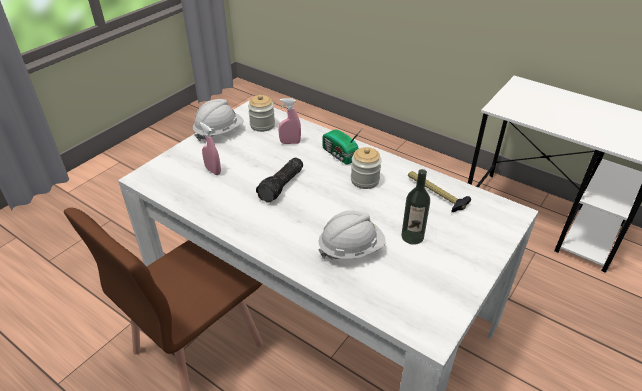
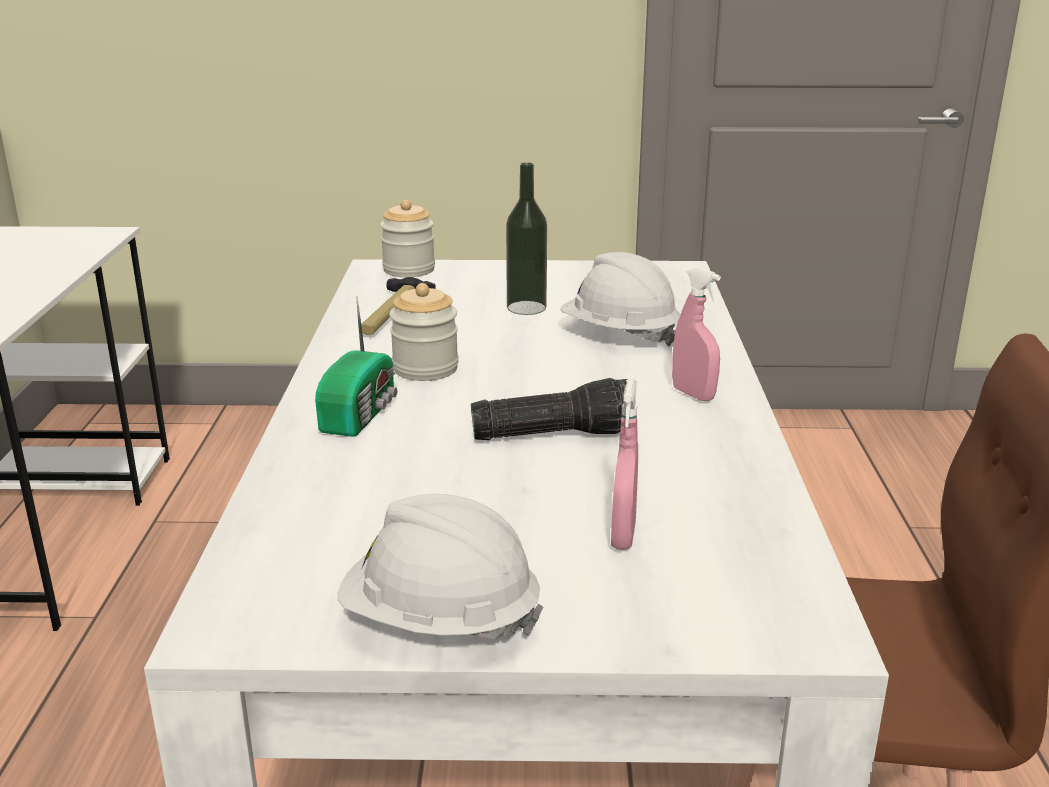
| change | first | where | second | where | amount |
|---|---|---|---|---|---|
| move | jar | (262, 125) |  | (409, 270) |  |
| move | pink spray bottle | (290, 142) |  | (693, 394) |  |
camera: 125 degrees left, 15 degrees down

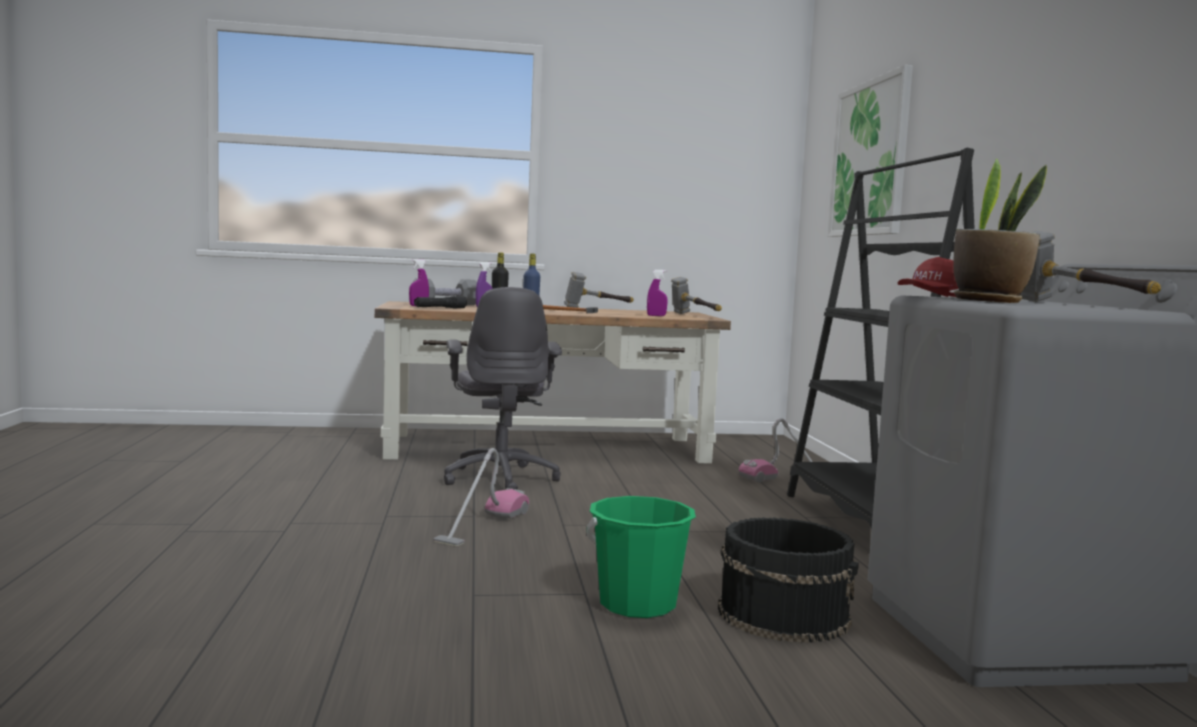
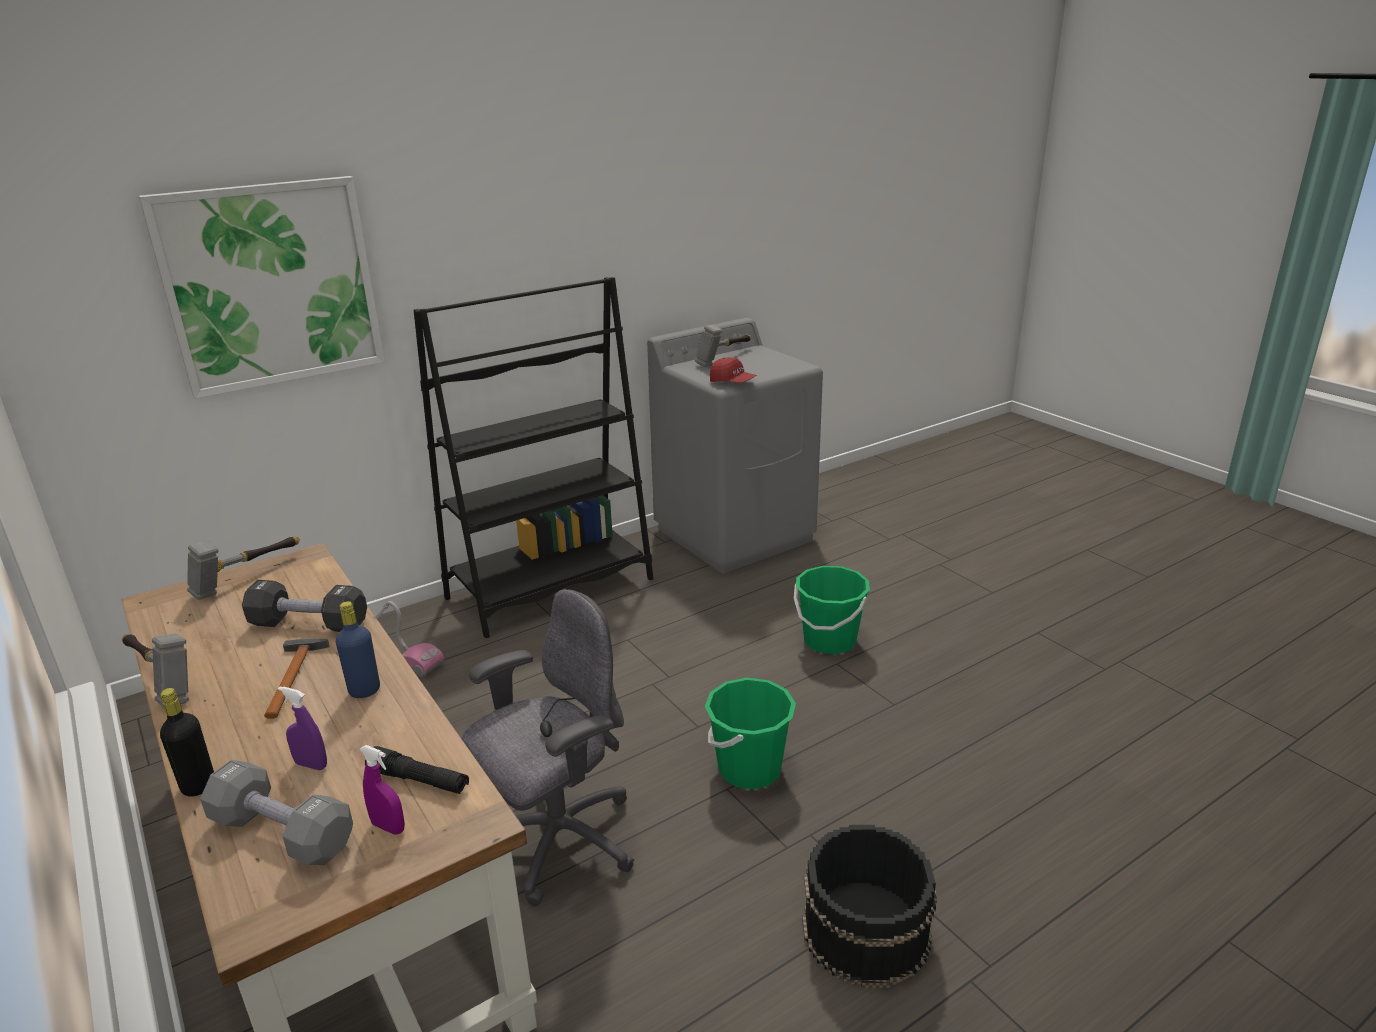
| change | first | where | second | where | amount |
|---|---|---|---|---|---|
| replace | vacuum | (483, 525) | greenish water bucket | (749, 768) |  |
| delete | purplish spray bottle | (656, 316) |  |  |  |
| move | black-coloured water bucket | (784, 614) |  | (864, 930) |  |
| delete | houseplant | (989, 301) |  |  |  |
| insert |  |  | black-coloured dumbbell | (309, 624) |  |
camera: 115 degrees left, 20 degrees up

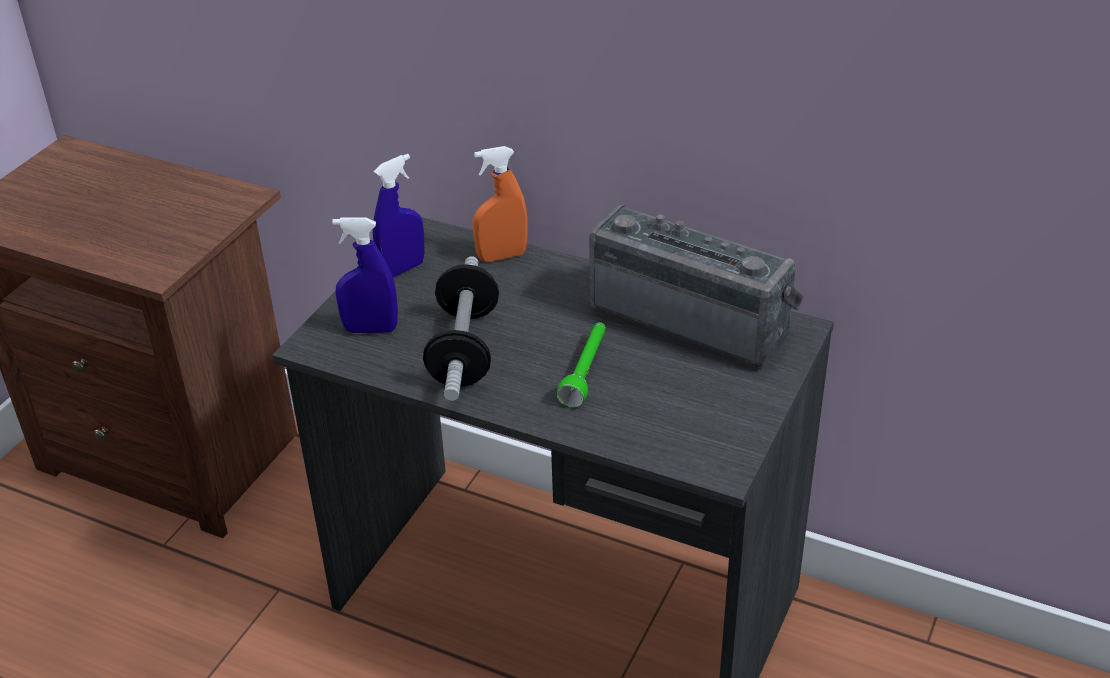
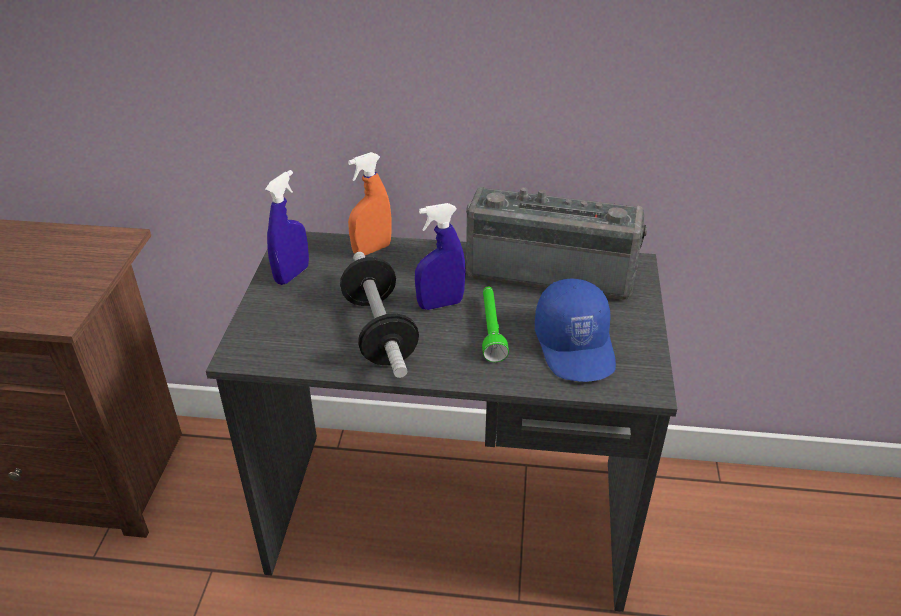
| change | first | where | second | where | amount |
|---|---|---|---|---|---|
| move | bluish spray bottle | (370, 329) |  | (440, 304) |  |
| insert |  |  | bluish baseball cap | (576, 346) |  |
camera: 20 degrees left, 0 degrees up

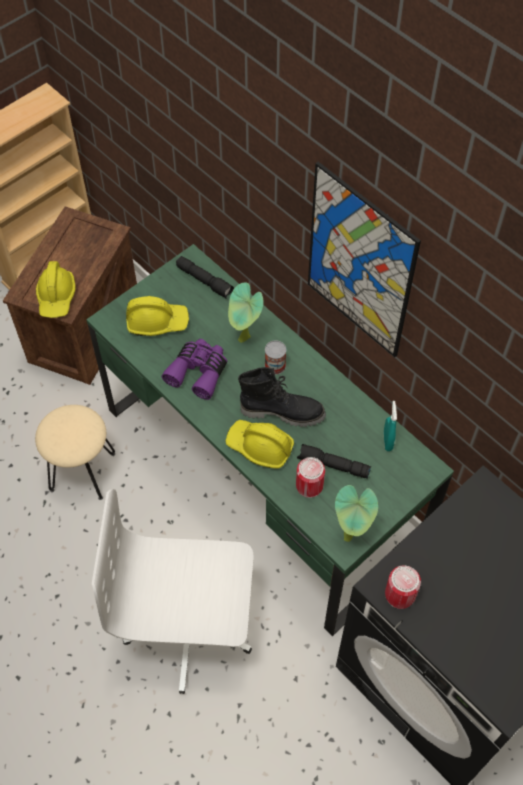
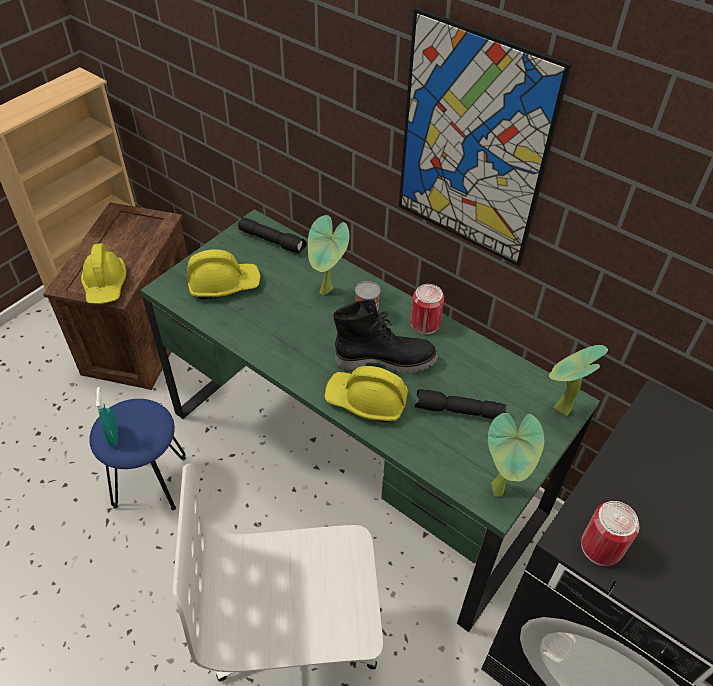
| change | first | where | second | where | amount |
|---|---|---|---|---|---|
| recolor | sand-coloured stool seat | (83, 472) | bluish stool seat | (151, 481) |  |
| delete | purplish binoculars | (198, 372) |  |  |  |
| move | metal can | (309, 485) |  | (425, 323) |  |
| move | turquoise spray bottle | (387, 441) |  | (113, 436) |  |
| insert |  |  | houseplant | (558, 411) |  |
camera: 10 degrees left, 10 degrees down

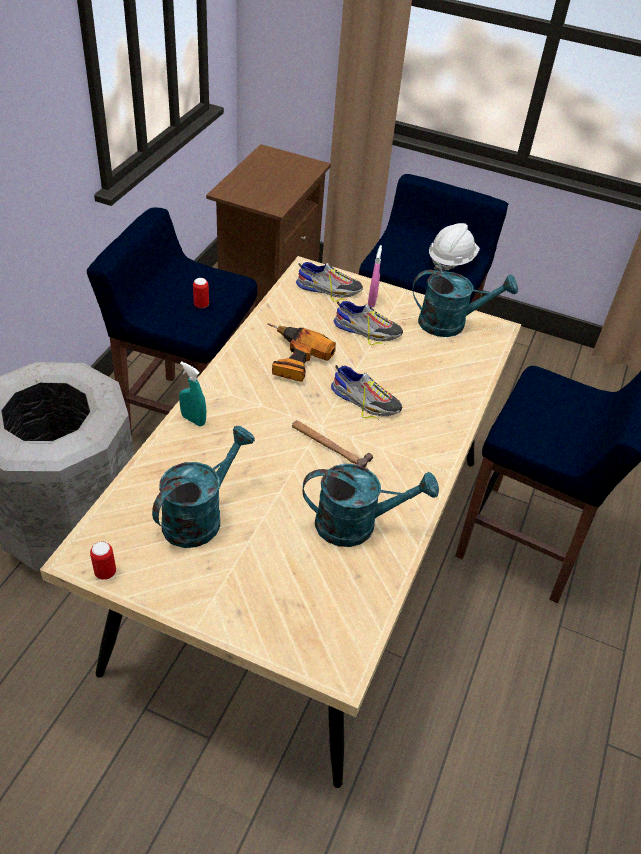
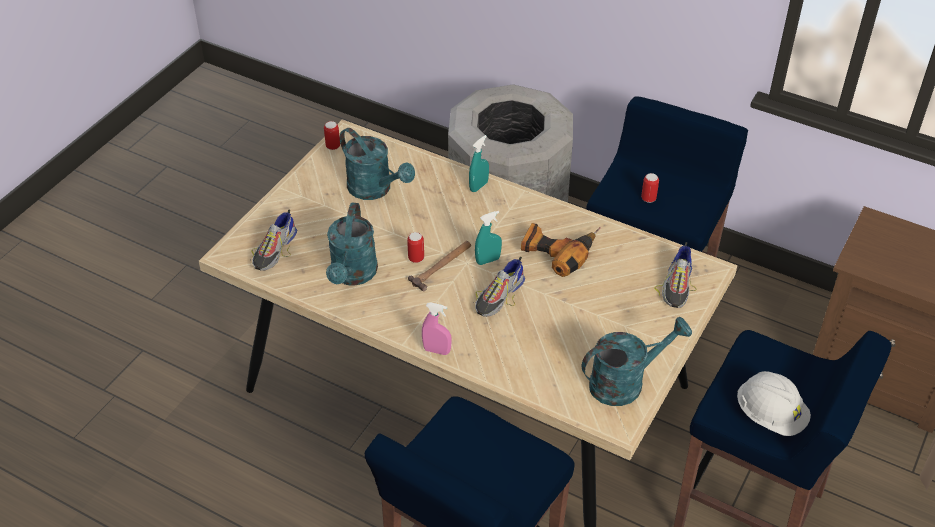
| change | first | where | second | where | amount |
|---|---|---|---|---|---|
| move | shoe | (367, 330) |  | (275, 250) |  |
| move | pink spray bottle | (372, 301) |  | (437, 350) |  |
| rotate | turquoise watering pot | (451, 323) |  | (625, 382) | 120 degrees counterclockwise |
| insert |  |  | metal can | (416, 258) |  |
| insert |  |  | turquoise spray bottle | (488, 260) |  |
camera: 100 degrees right, 0 degrees up

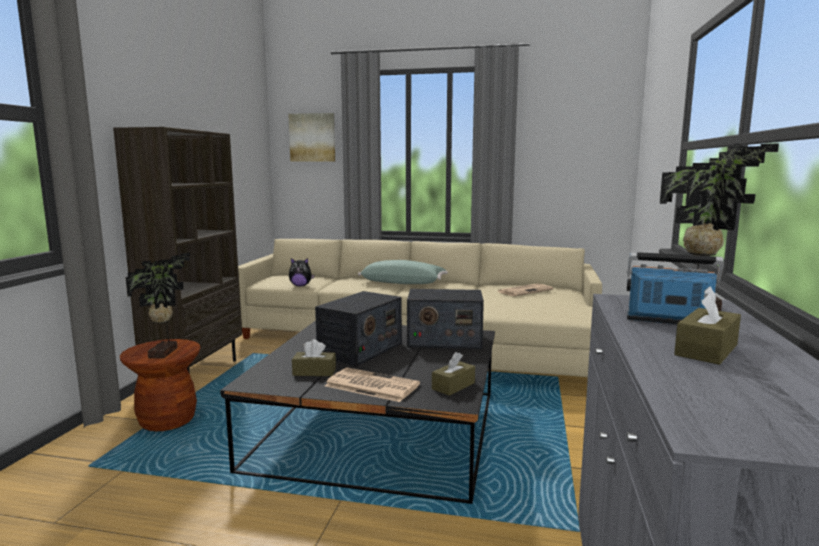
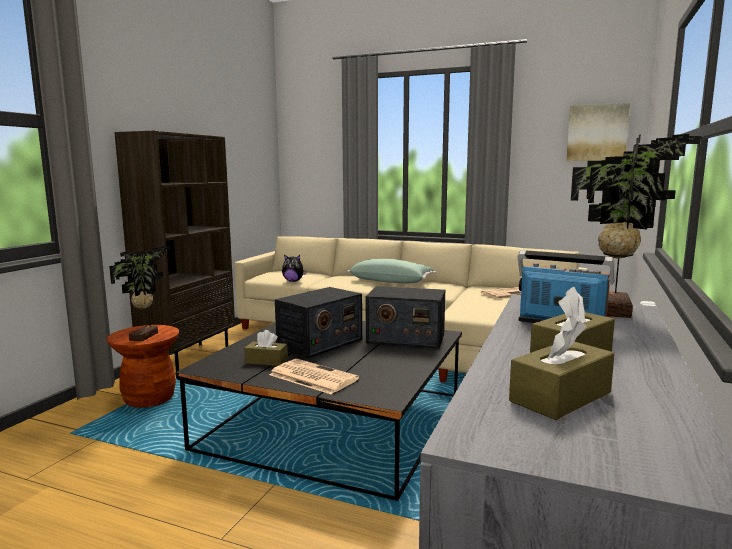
| change | first | where | second | where | amount |
|---|---|---|---|---|---|
| move | wall picture | (312, 137) |  | (597, 133) |  |
| move | brownish box of tissues | (453, 386) |  | (560, 397) |  |
camera: 10 degrees right, 0 degrees up

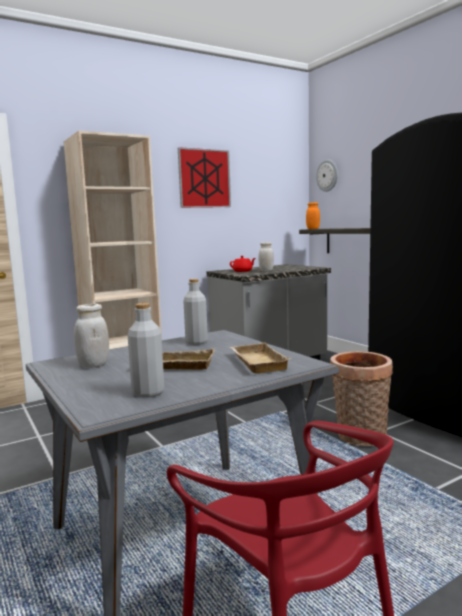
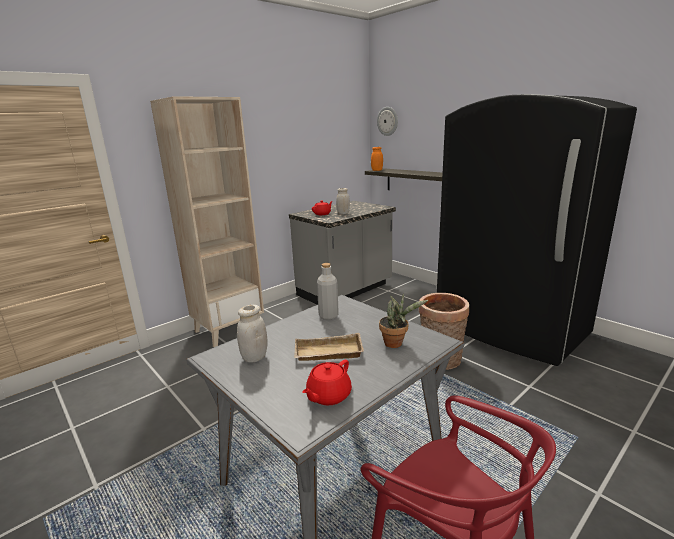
| change | first | where | second | where | amount |
|---|---|---|---|---|---|
| replace | gray bottle | (148, 393) | red teapot | (328, 396) |  |
| delete | wall picture | (204, 178) |  |  |  |
| replace | sand-coloured carrying tray | (256, 362) | houseplant | (396, 343) |  |
camera: 10 degrees left, 10 degrees up

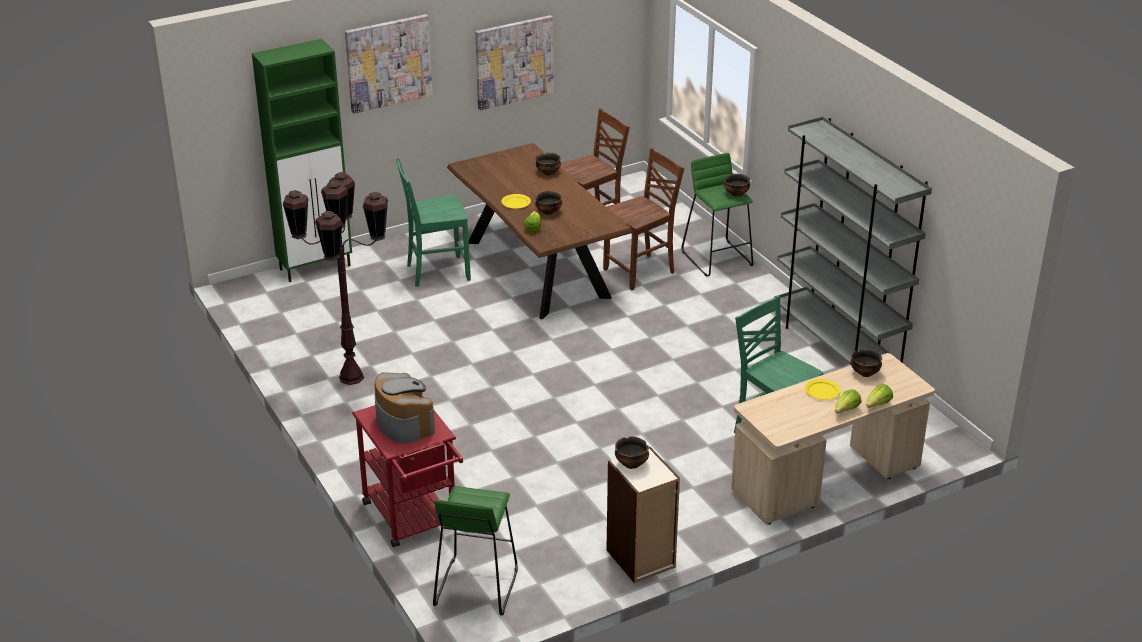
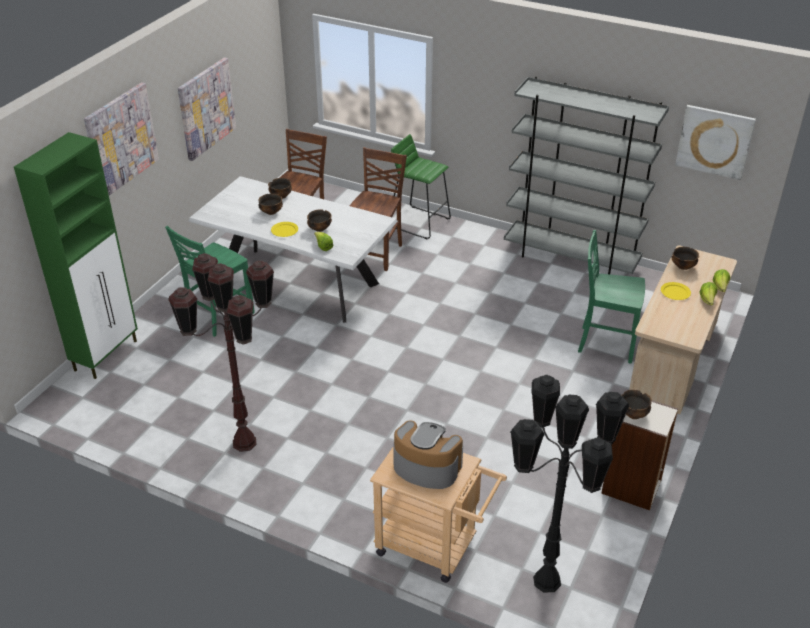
| change | first | where | second | where | amount |
|---|---|---|---|---|---|
| recolor | red cart | (414, 519) | sand-coloured cart | (434, 547) |  |
| replace | greenish stool seat | (475, 587) | black-coloured standard lamp | (546, 581) |  |
| recolor | brownish dinner table | (537, 269) | whitish dinner table | (298, 282) |  |
| move | bowl | (736, 194) |  | (271, 212) |  |
| insert |  |  | wall picture | (714, 141) |  |
camera: 35 degrees left, 5 degrees up

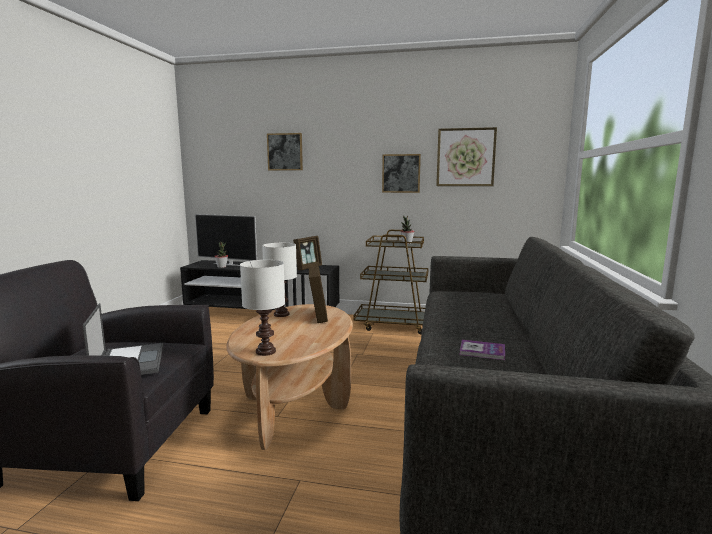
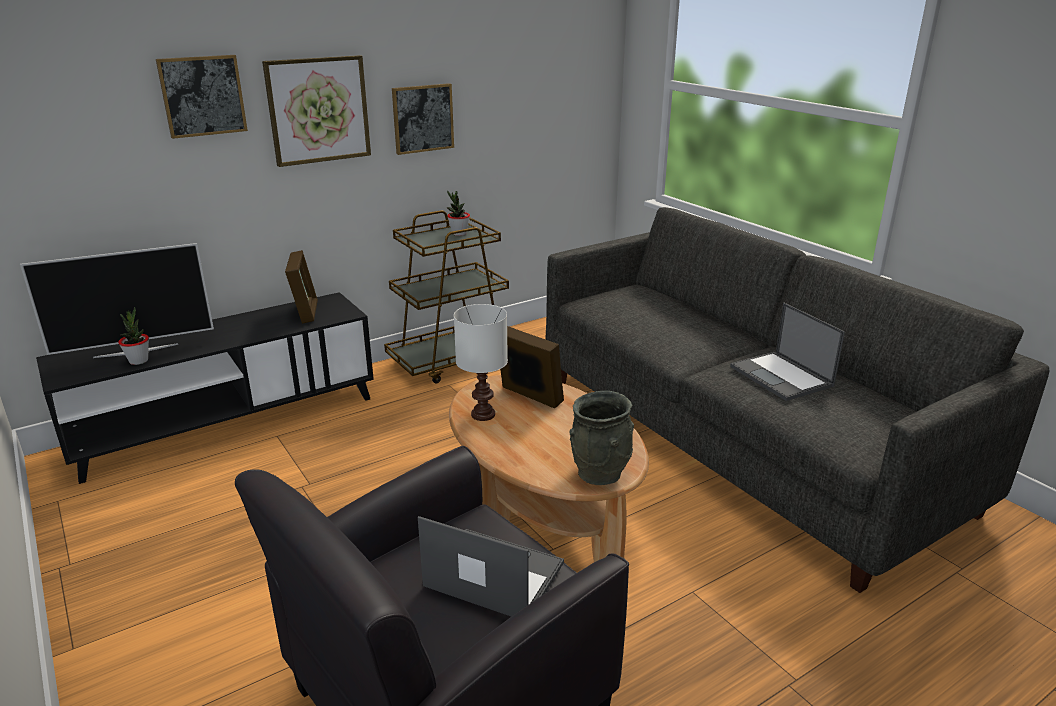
| change | first | where | second | where | amount |
|---|---|---|---|---|---|
| replace | whitish lamp for a table | (265, 351) | gray decorative vase | (600, 473) |  |
| move | wall picture | (465, 157) |  | (318, 110) |  |
| replace | volume | (482, 351) | notebook computer | (782, 376) |  |
camera: 45 degrees left, 15 degrees up

